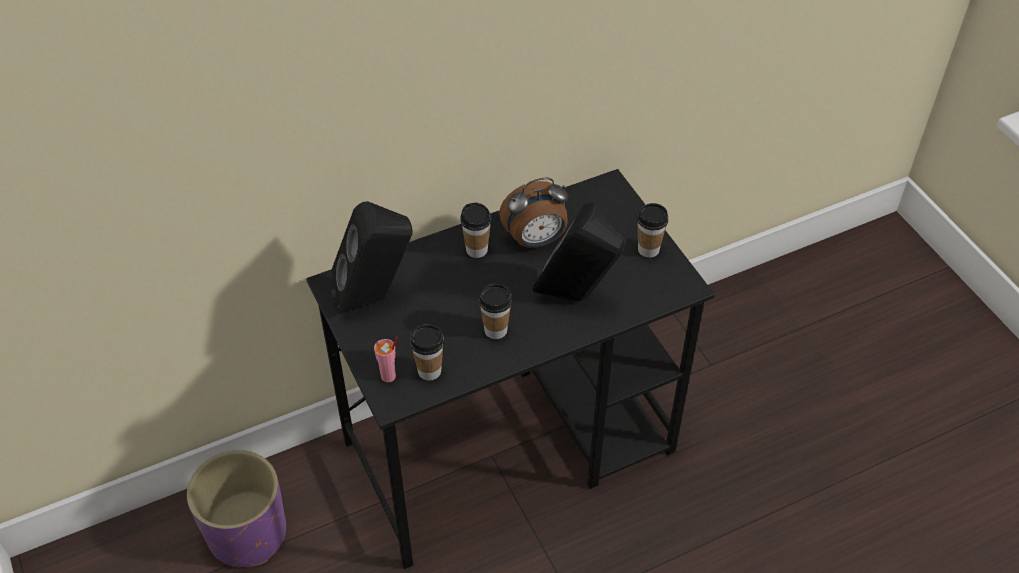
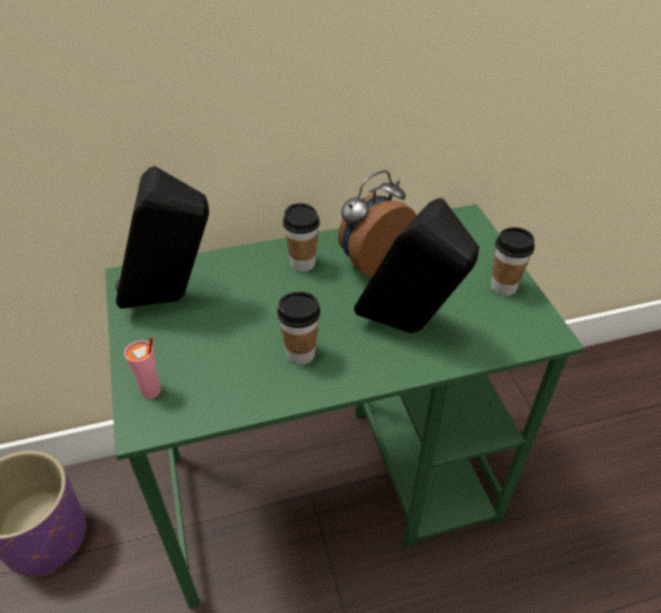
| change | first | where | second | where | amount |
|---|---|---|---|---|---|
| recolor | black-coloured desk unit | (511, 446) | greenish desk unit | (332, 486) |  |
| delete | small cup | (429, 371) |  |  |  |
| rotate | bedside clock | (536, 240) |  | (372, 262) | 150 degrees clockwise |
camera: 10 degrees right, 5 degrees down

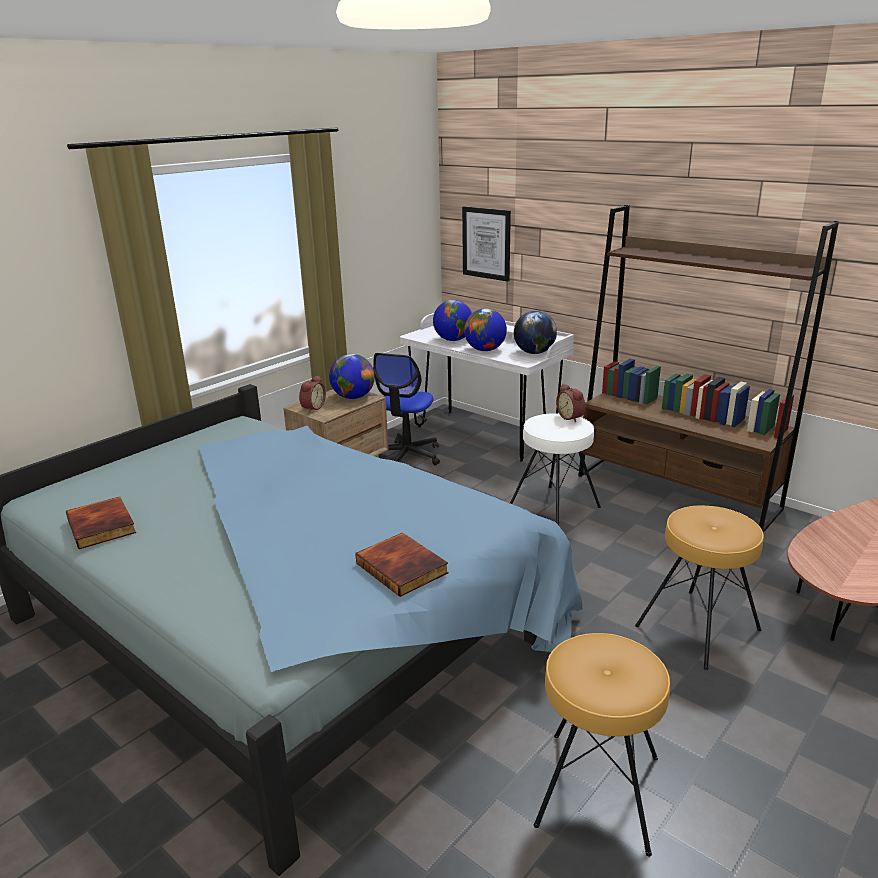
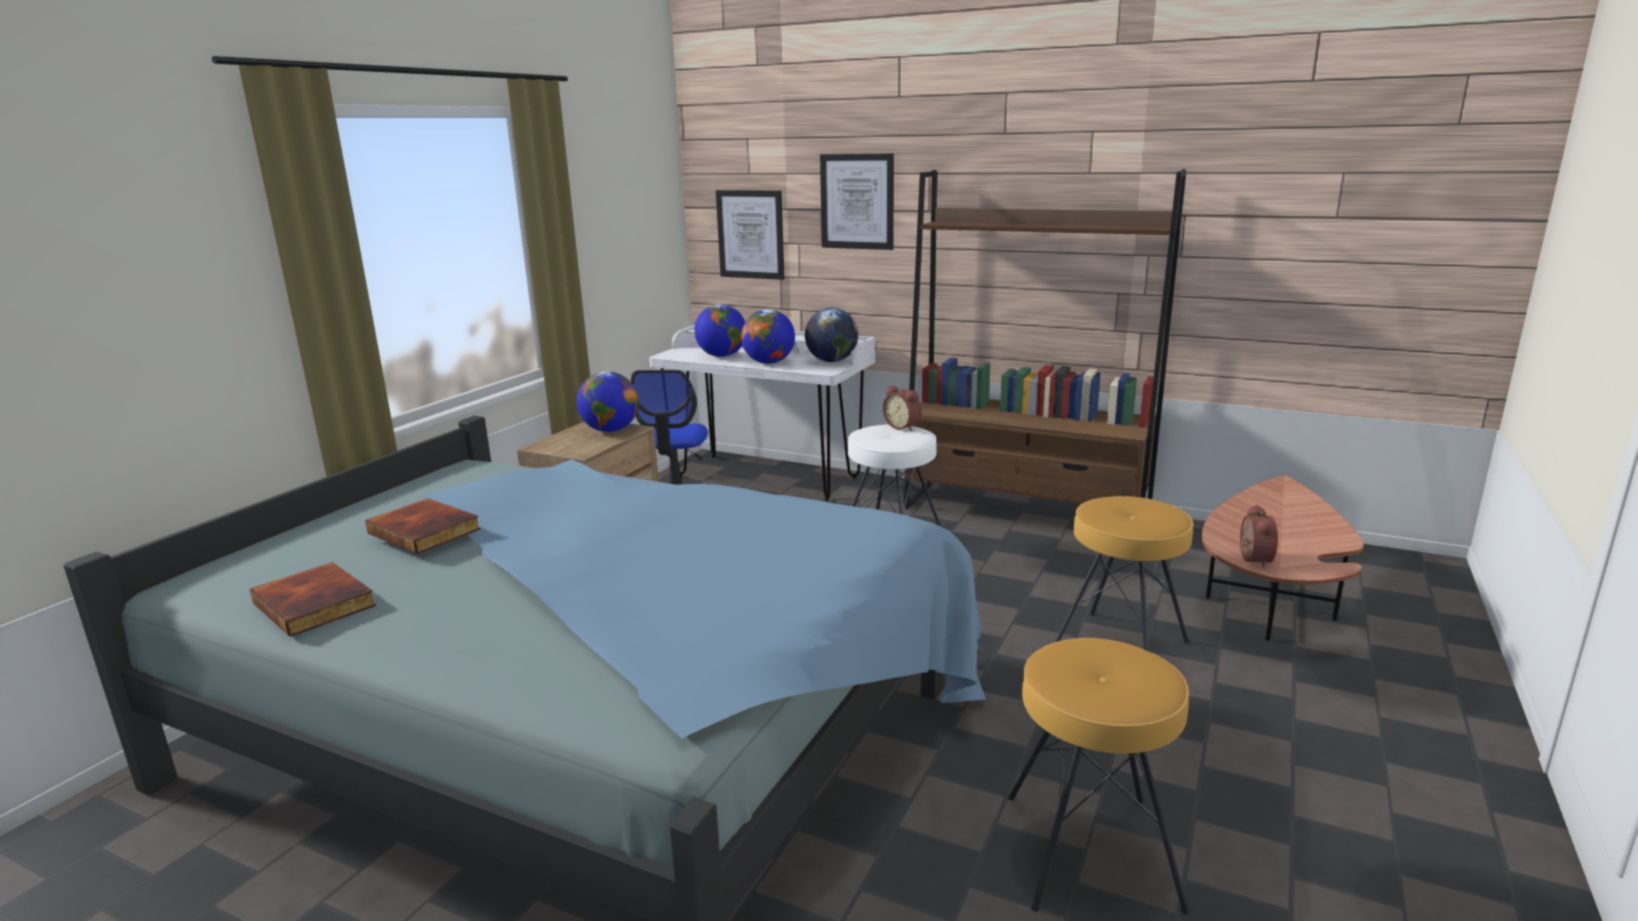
| change | first | where | second | where | amount |
|---|---|---|---|---|---|
| move | bedside clock | (312, 408) |  | (1251, 559) |  |
| move | volume | (403, 567) |  | (426, 530) |  |
| insert |  |  | wall picture | (857, 201) |  |
camera: 15 degrees left, 5 degrees down

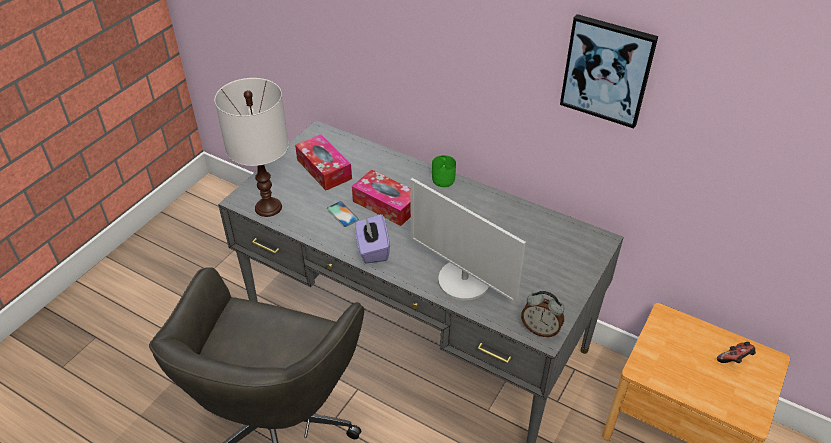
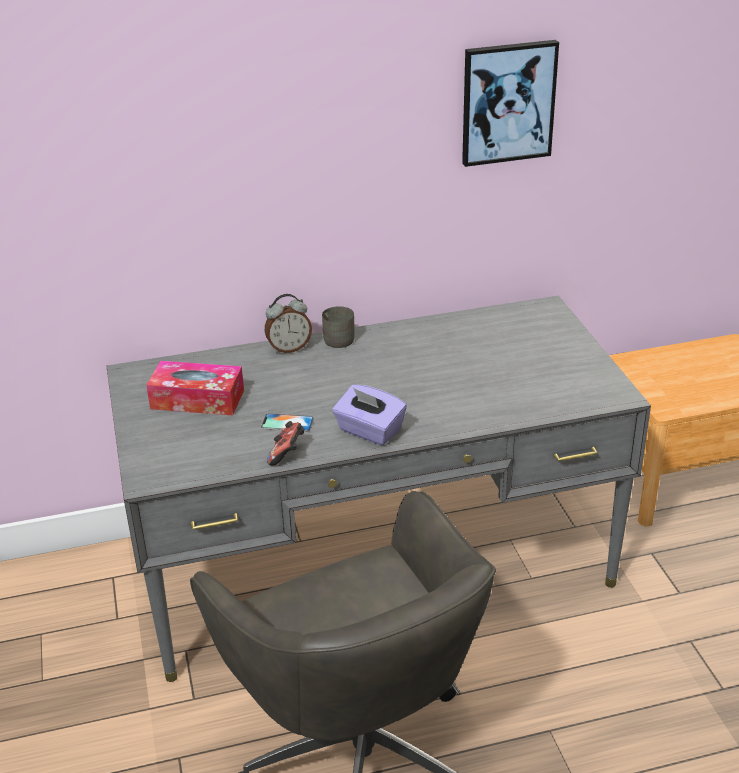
| change | first | where | second | where | amount |
|---|---|---|---|---|---|
| delete | whitish lamp for a table | (269, 207) |  |  |  |
| delete | box of tissues | (386, 204) |  |  |  |
| delete | monitor | (464, 280) |  |  |  |
| recolor | greenish mug | (444, 177) | gray mug | (336, 338) |  |
| move | bedside clock | (540, 329) |  | (289, 348) |  |
| move | game controller | (734, 360) |  | (287, 454) |  |
camera: 45 degrees left, 10 degrees down

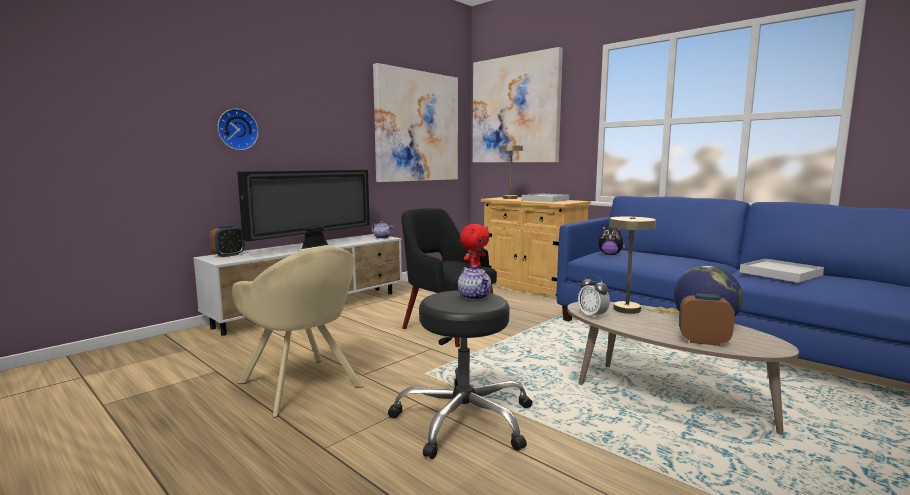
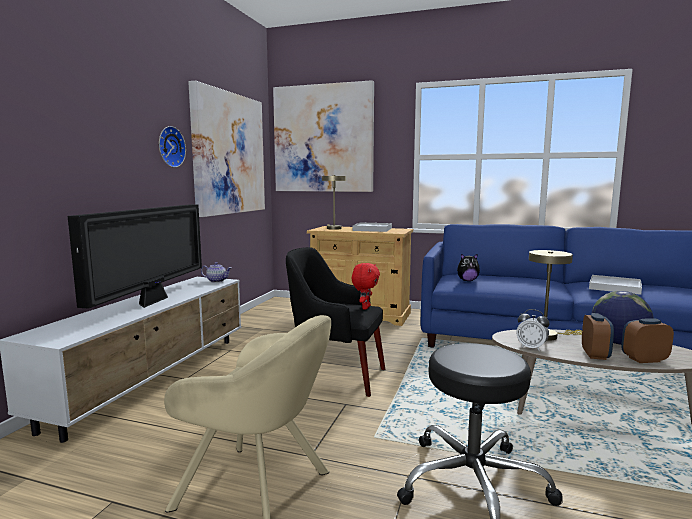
| change | first | where | second | where | amount |
|---|---|---|---|---|---|
| move | bedside clock | (228, 255) |  | (595, 355) |  |
| move | wall clock | (237, 129) |  | (170, 147) |  |
| delete | teapot | (475, 297) |  |  |  |
camera: 25 degrees left, 0 degrees up

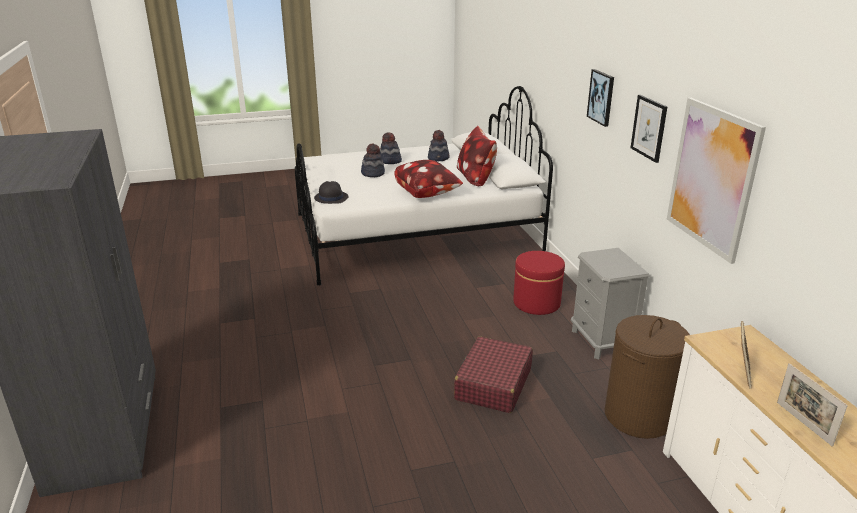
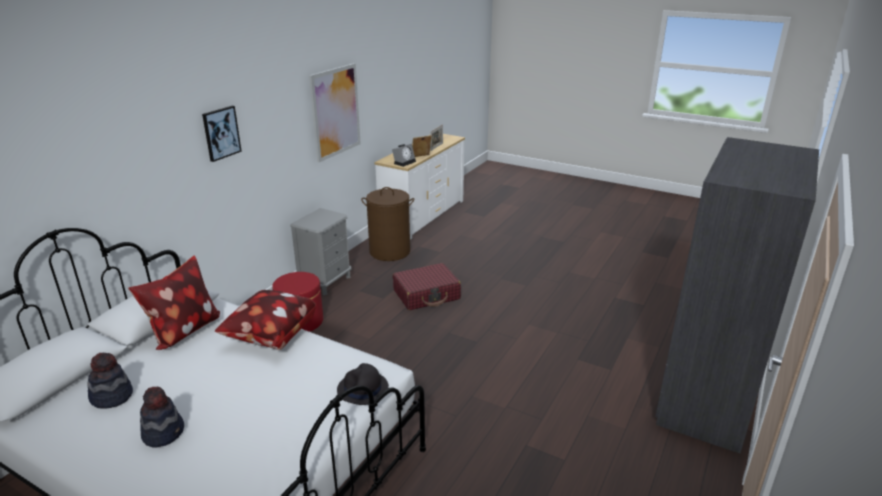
| change | first | where | second | where | amount |
|---|---|---|---|---|---|
| delete | hat | (373, 173) |  |  |  |
| delete | wall picture | (649, 128) |  |  |  |
| insert |  |  | bedside clock | (404, 162) |  |
camera: 135 degrees left, 0 degrees up

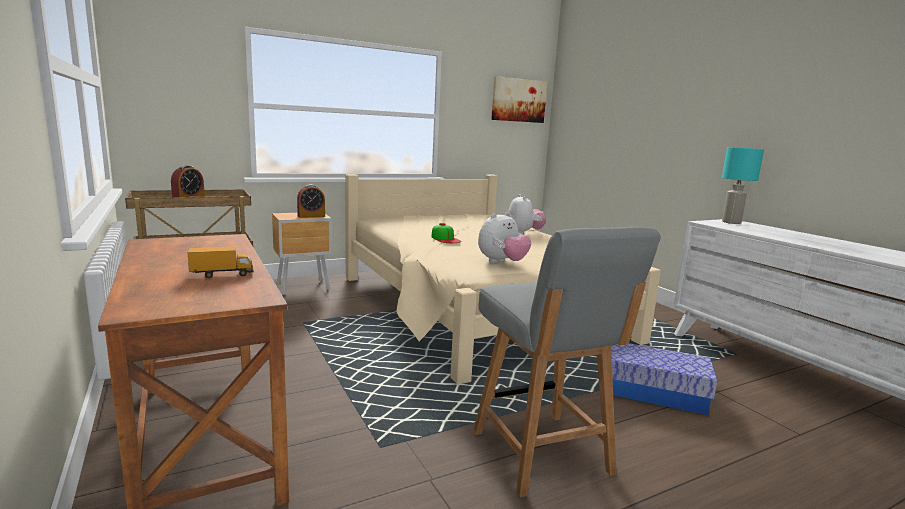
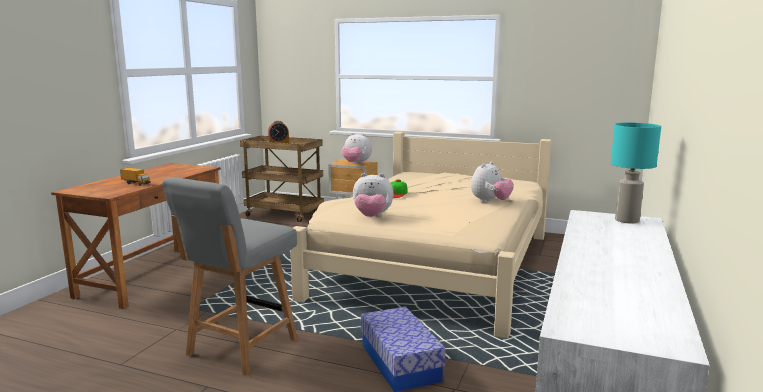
| change | first | where | second | where | amount |
|---|---|---|---|---|---|
| replace | bedside clock | (311, 216) | plush toy | (356, 164) |  |
| delete | wall picture | (518, 100) |  |  |  |
camera: 50 degrees right, 0 degrees up

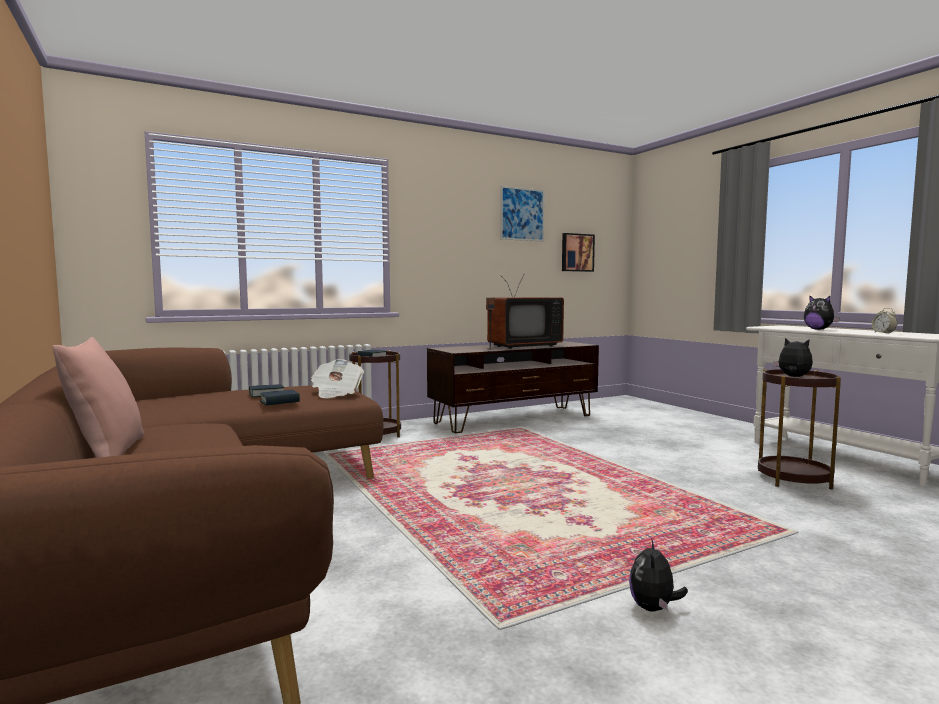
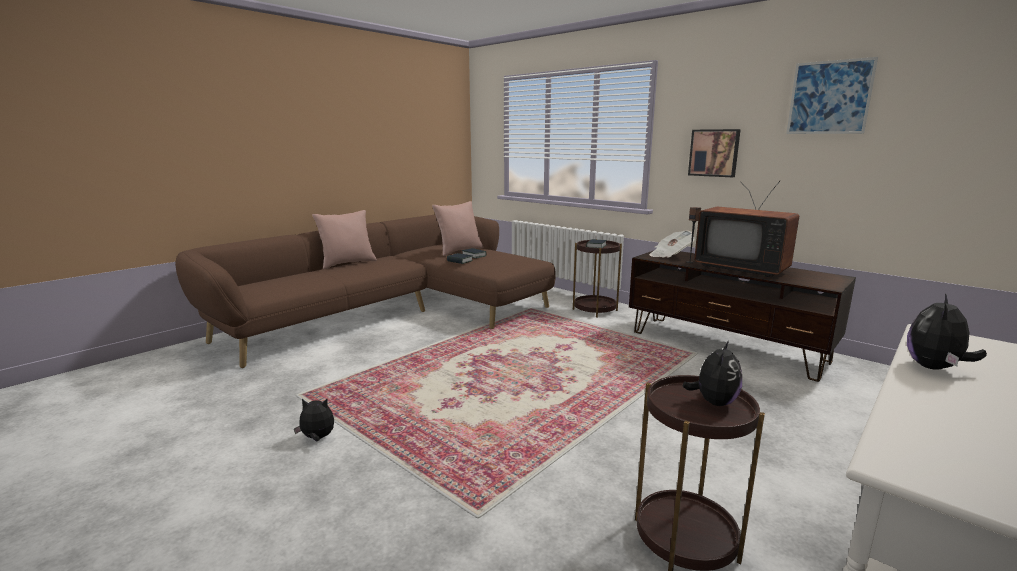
| change | first | where | second | where | amount |
|---|---|---|---|---|---|
| move | printed paper | (336, 393) |  | (670, 255) |  |
| move | wall picture | (577, 252) |  | (714, 153) |  |
| delete | bedside clock | (883, 333) |  |  |  |
| insert |  |  | pink cushion | (459, 251) |  |
camera: 70 degrees right, 10 degrees up

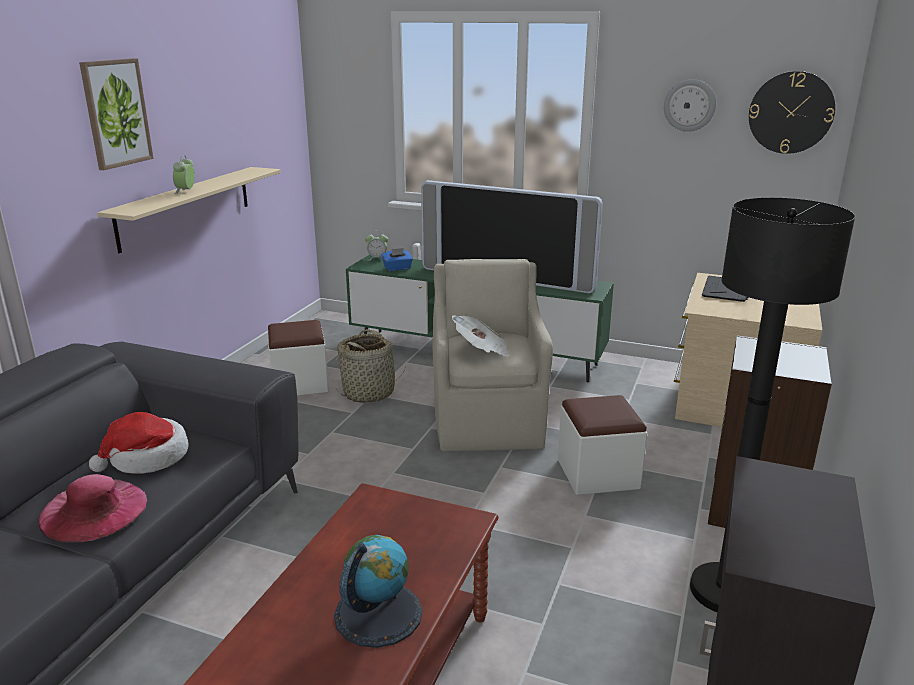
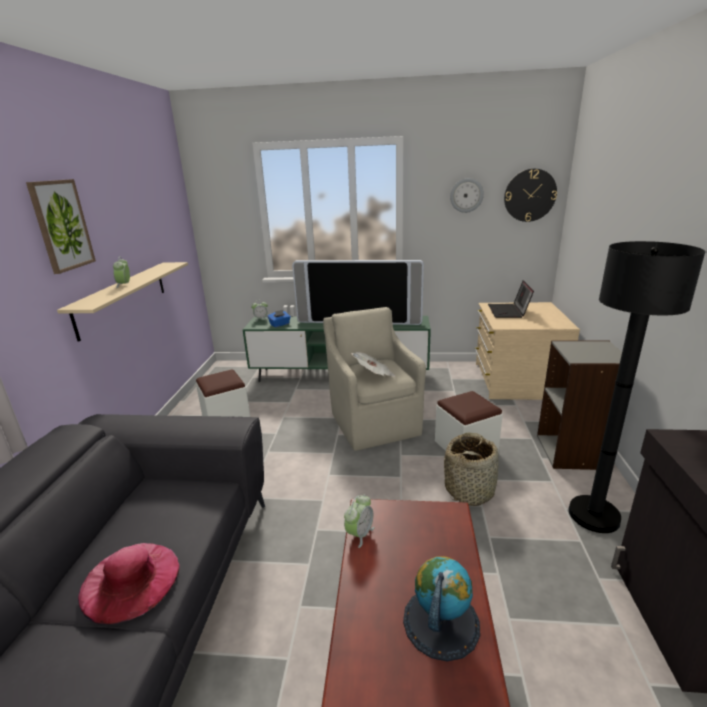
| change | first | where | second | where | amount |
|---|---|---|---|---|---|
| delete | hat | (147, 458) |  |  |  |
| move | basket | (369, 392) |  | (469, 490) |  |
| insert |  |  | bedside clock | (359, 534) |  |
camera: 15 degrees left, 0 degrees up

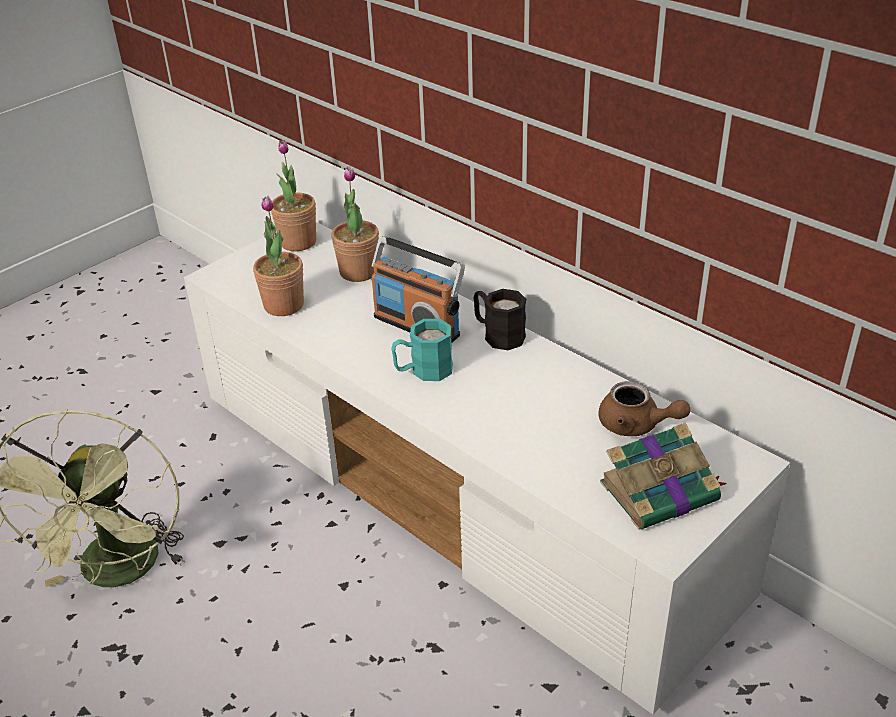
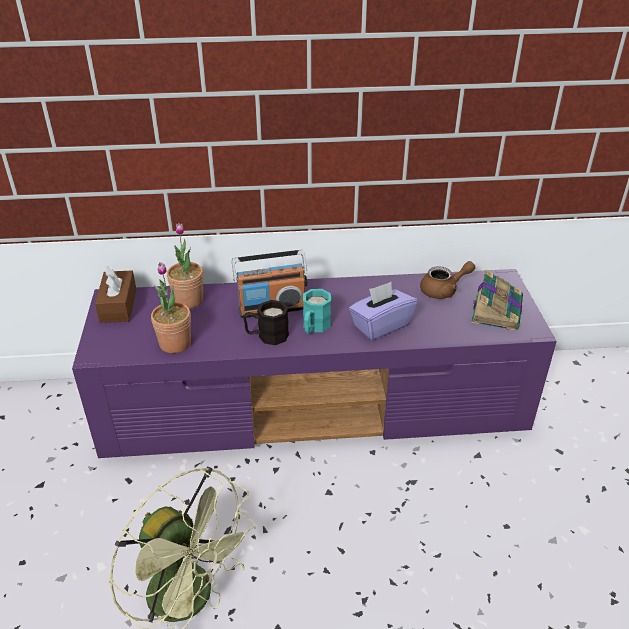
| change | first | where | second | where | amount |
|---|---|---|---|---|---|
| recolor | whitish tv stand | (457, 495) | purplish tv stand | (317, 406) |  |
| replace | houseplant | (298, 242) | brownish box of tissues | (118, 305) |  |
| move | black-coloured mug | (498, 334) |  | (267, 336) |  |
| insert |  |  | purplish box of tissues | (381, 325) |  |
camera: 50 degrees left, 0 degrees up

